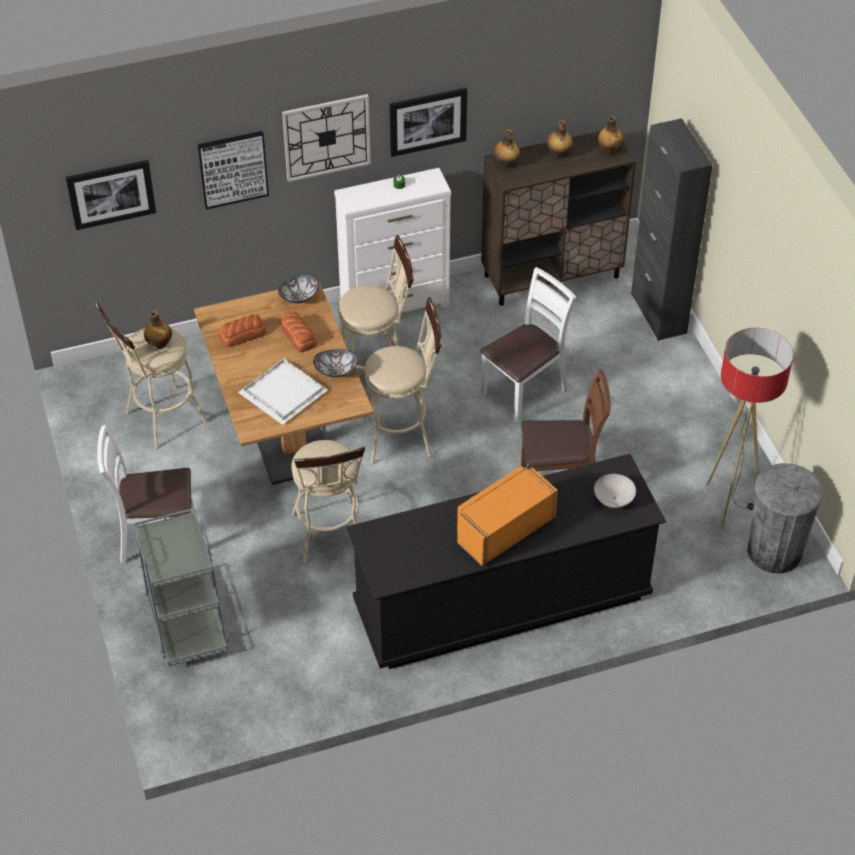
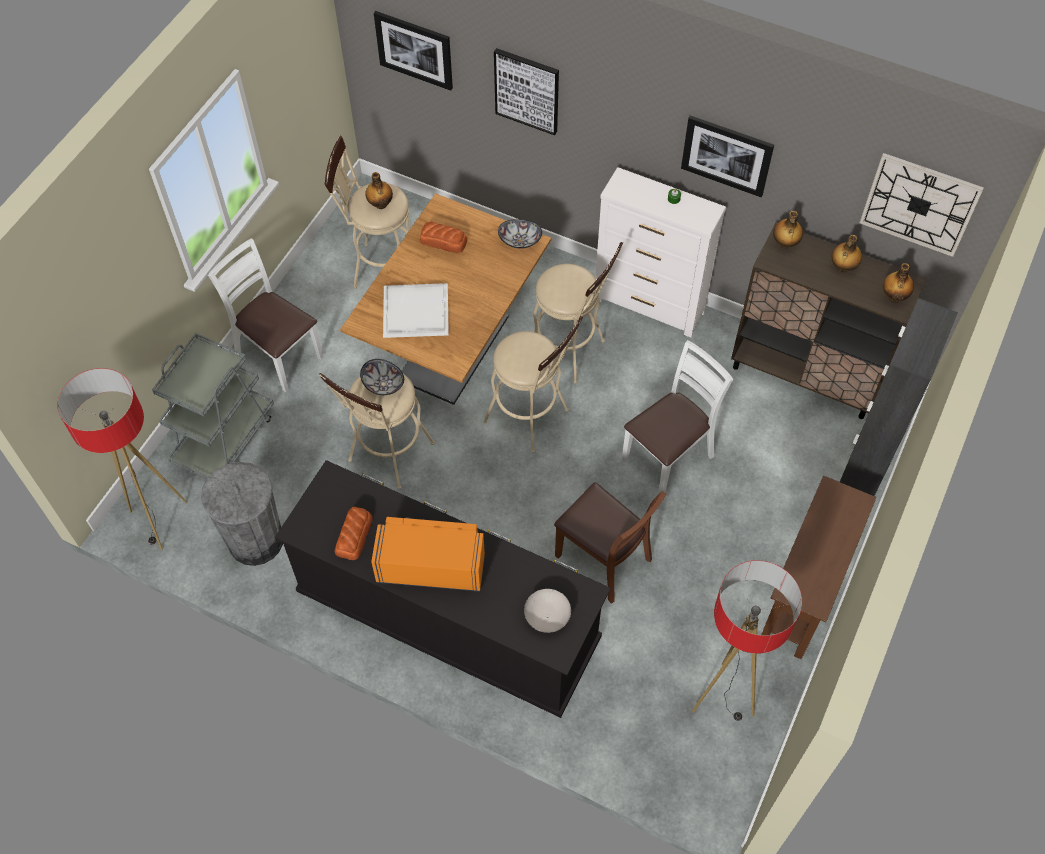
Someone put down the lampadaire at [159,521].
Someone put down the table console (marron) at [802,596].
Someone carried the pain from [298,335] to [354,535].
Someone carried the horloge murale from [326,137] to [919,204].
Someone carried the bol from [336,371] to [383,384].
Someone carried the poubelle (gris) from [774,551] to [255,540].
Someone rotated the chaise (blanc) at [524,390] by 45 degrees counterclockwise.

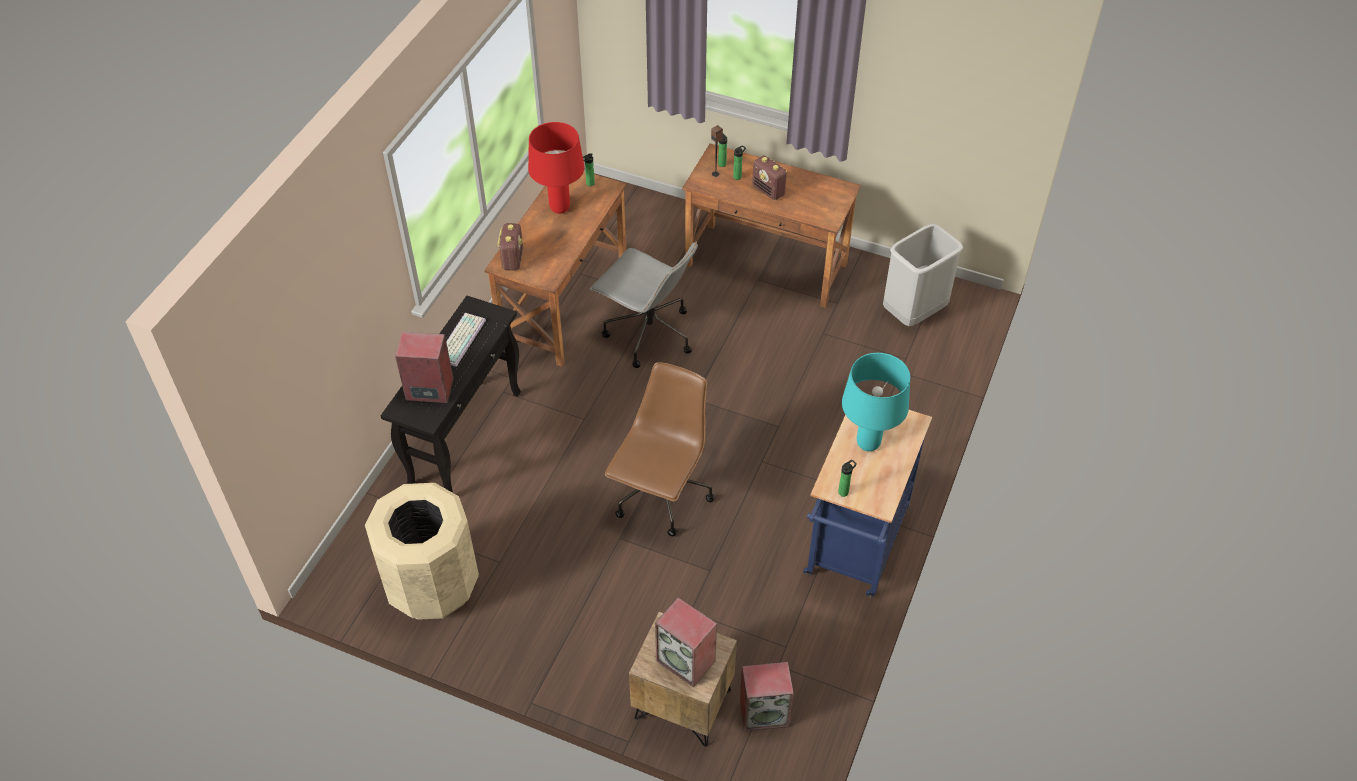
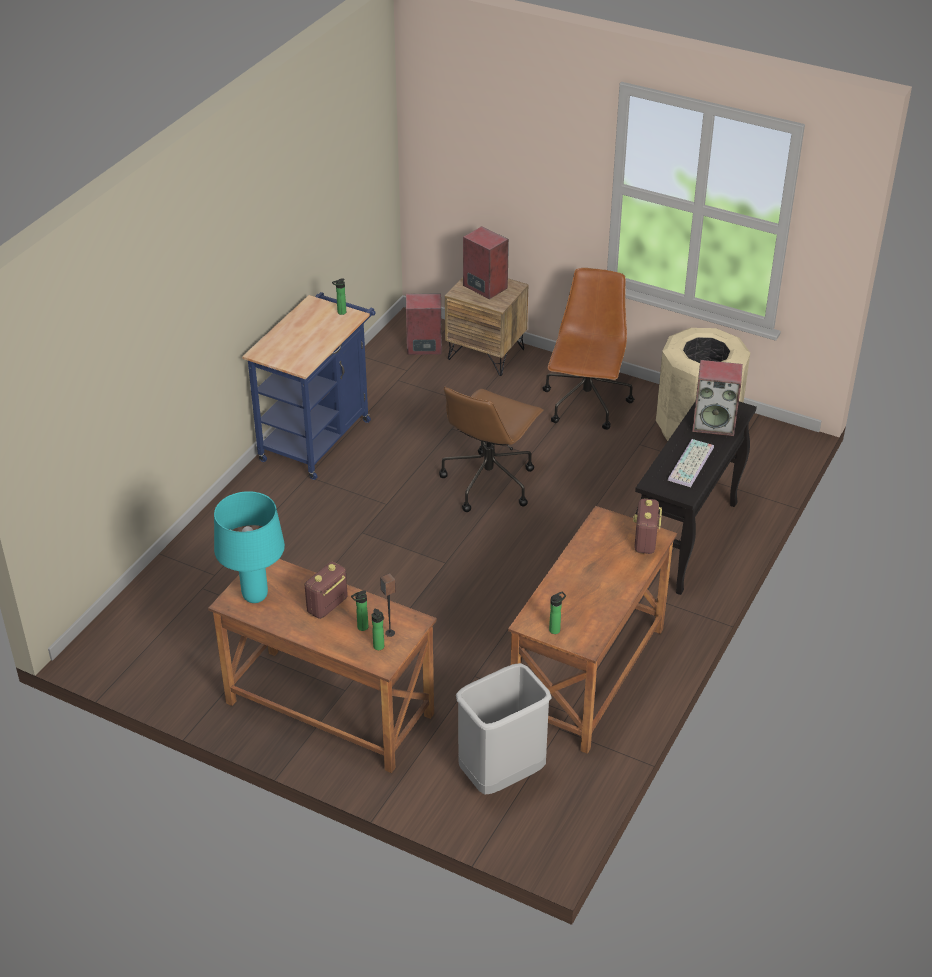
Someone took away the lampe de table (rouge) at [560,208].
Someone took away the chaise de bureau (gris) at [647,334].
Someone put down the chaise de bureau (marron) at [586,405].
Someone carried the lampe de table (turquoise) from [868,444] to [254,596].
Someone carried the poubelle (gris) from [914,313] to [501,774].
Someone rotated the radio at [768,190] by 105 degrees counterclockwise.

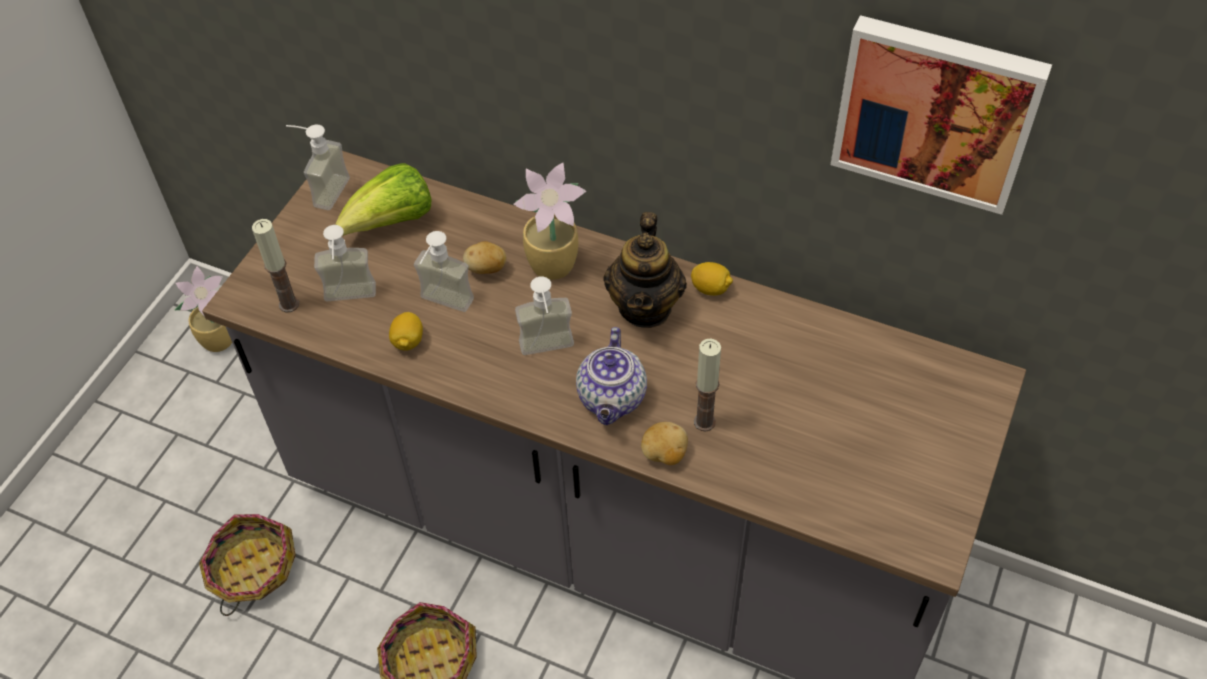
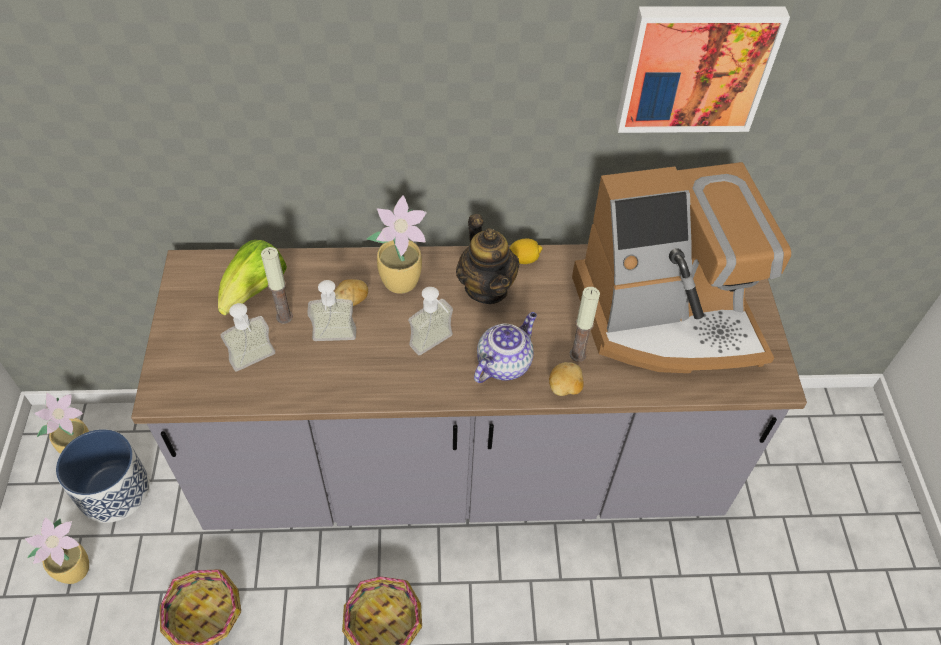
Someone took away the distributeur de savon at [322,190].
Someone took away the citron at [408,341].
Someone put down the plante en pot at [76,569].
Someone put down the cache-pot at [114,490].
Someone put down the machine à café at [667,317].
Someone carried the bougie from [289,304] to [284,317].
Someone rotated the théière at [612,399] by 120 degrees counterclockwise.

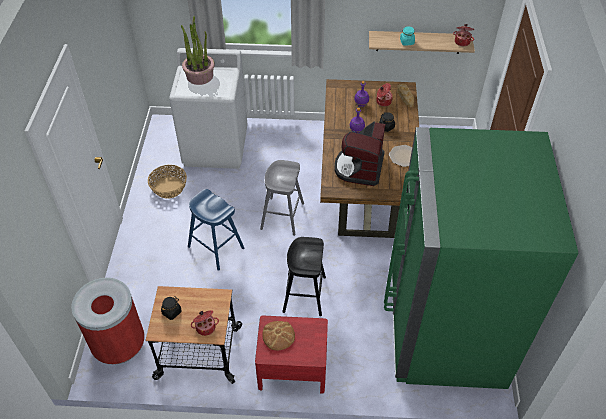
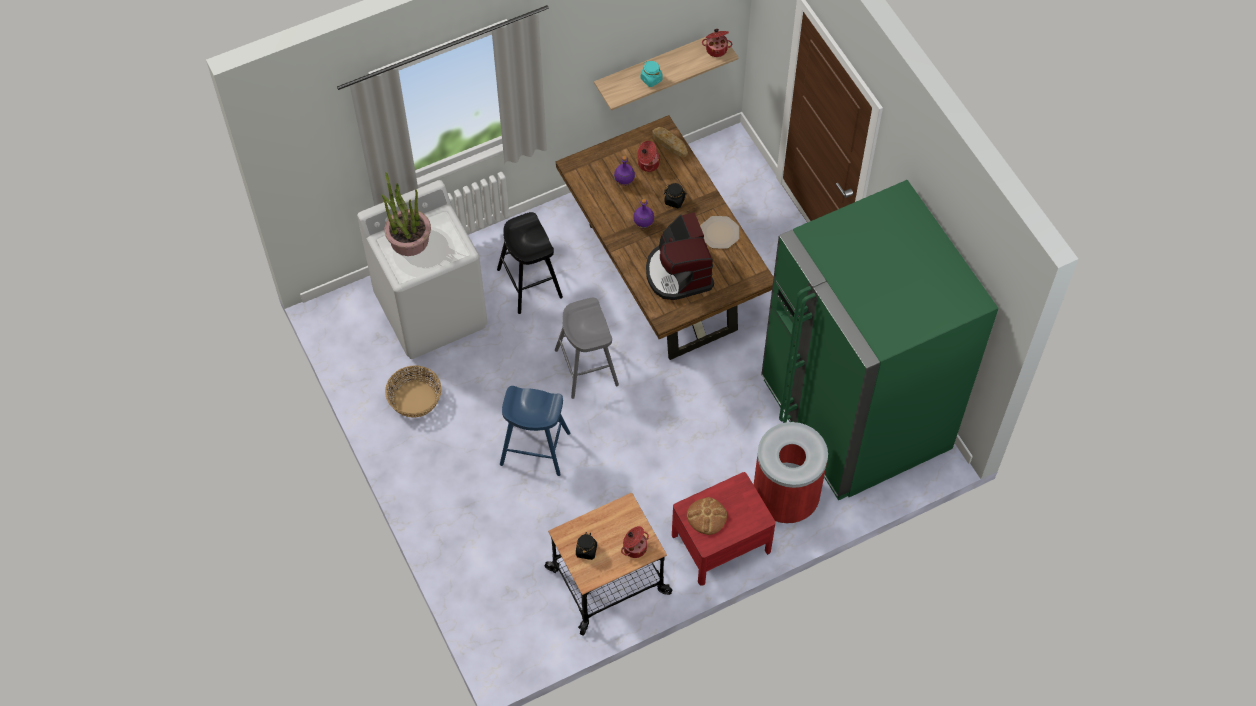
Someone carried the poubelle (rouge) from [119,345] to [785,498].
Someone carried the tabouret (noir) from [304,294] to [529,283].

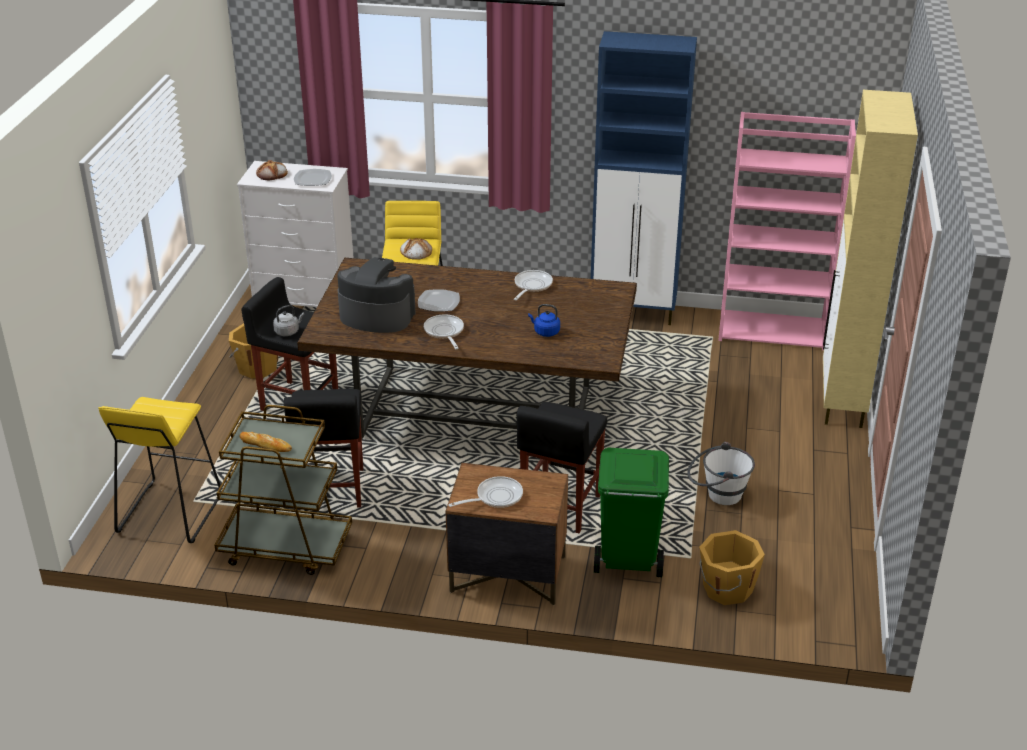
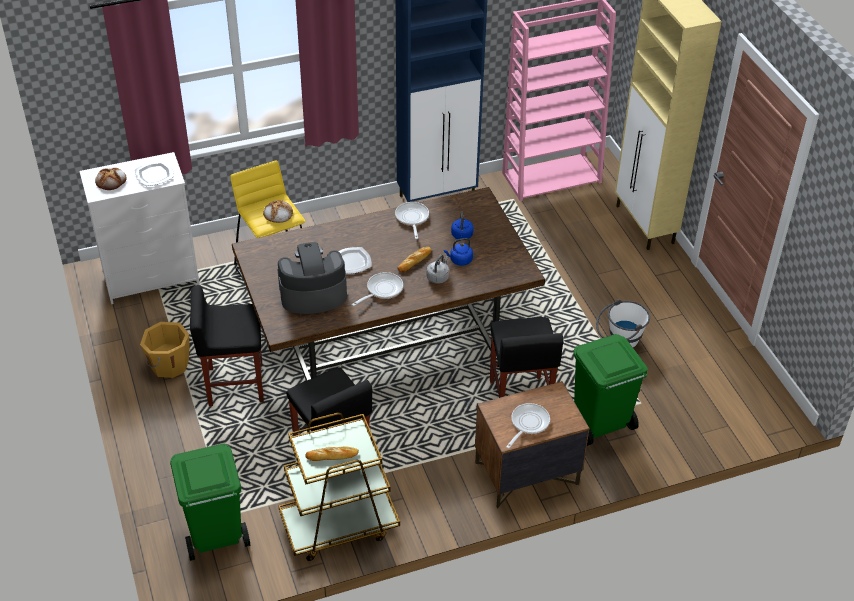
Someone took away the seau (orange) at [726,588].
Someone put down the pain at [414,261].
Someone put down the bouilloire (bleu) at [462,236].
Someone carried the bouilloire (gris) from [288,331] to [438,277].
Someone swapped the tabouret (jaune) at [169,513] for the poubelle (vert) at [215,537].
Someone rotated the poêle at [444,332] by 90 degrees clockwise.

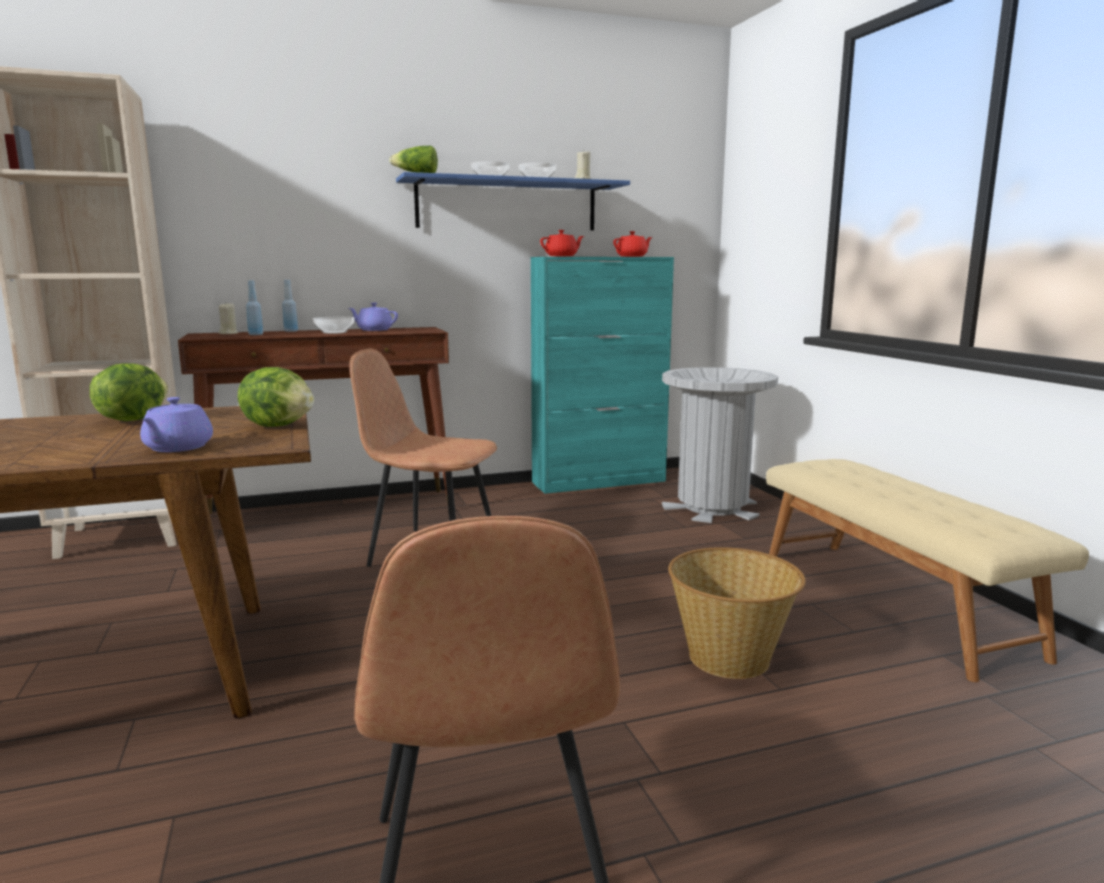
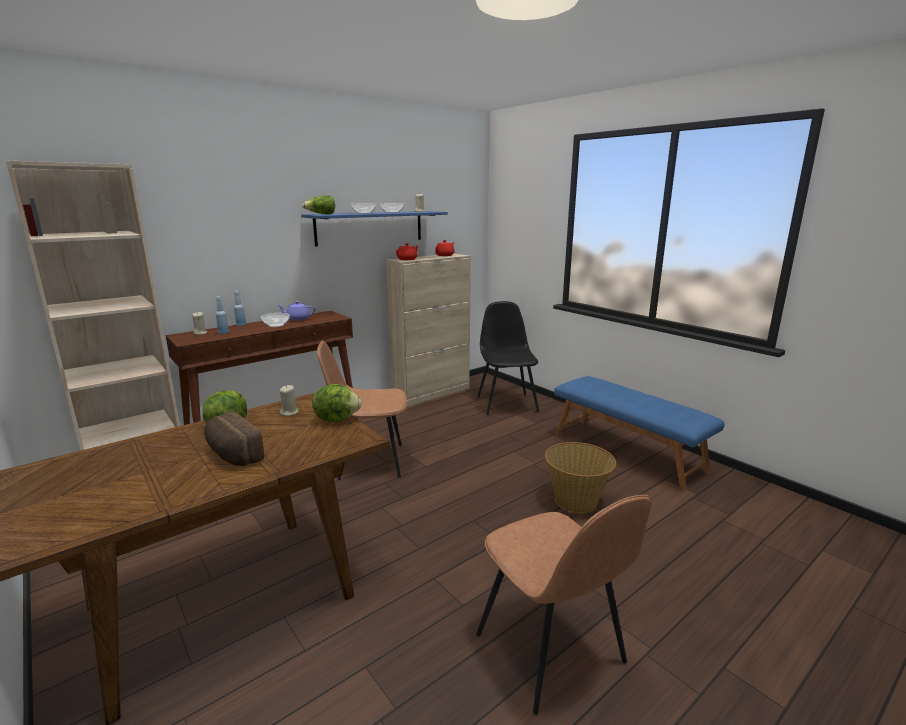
Someone took away the théière (violet) at [177,448].
Someone put down the pain at [232,455].
Someone put down the bougie (beige) at [289,412].
Someone swapped the poubelle (gris) at [712,507] for the chaise (noir) at [506,403].
Someone repainted the meuble de rangement (turquoise) at [599,481], which became the meuble de rangement (beige) at [432,393].
Someone repainted the banc (beige) at [892,601], which became the banc (bleu) at [627,451].

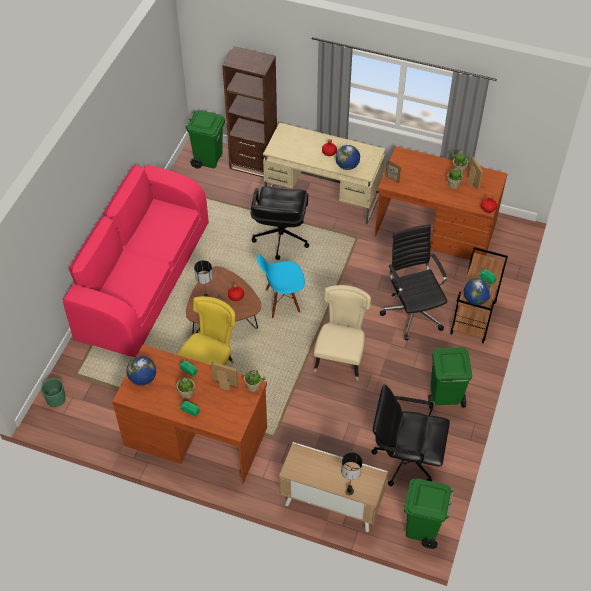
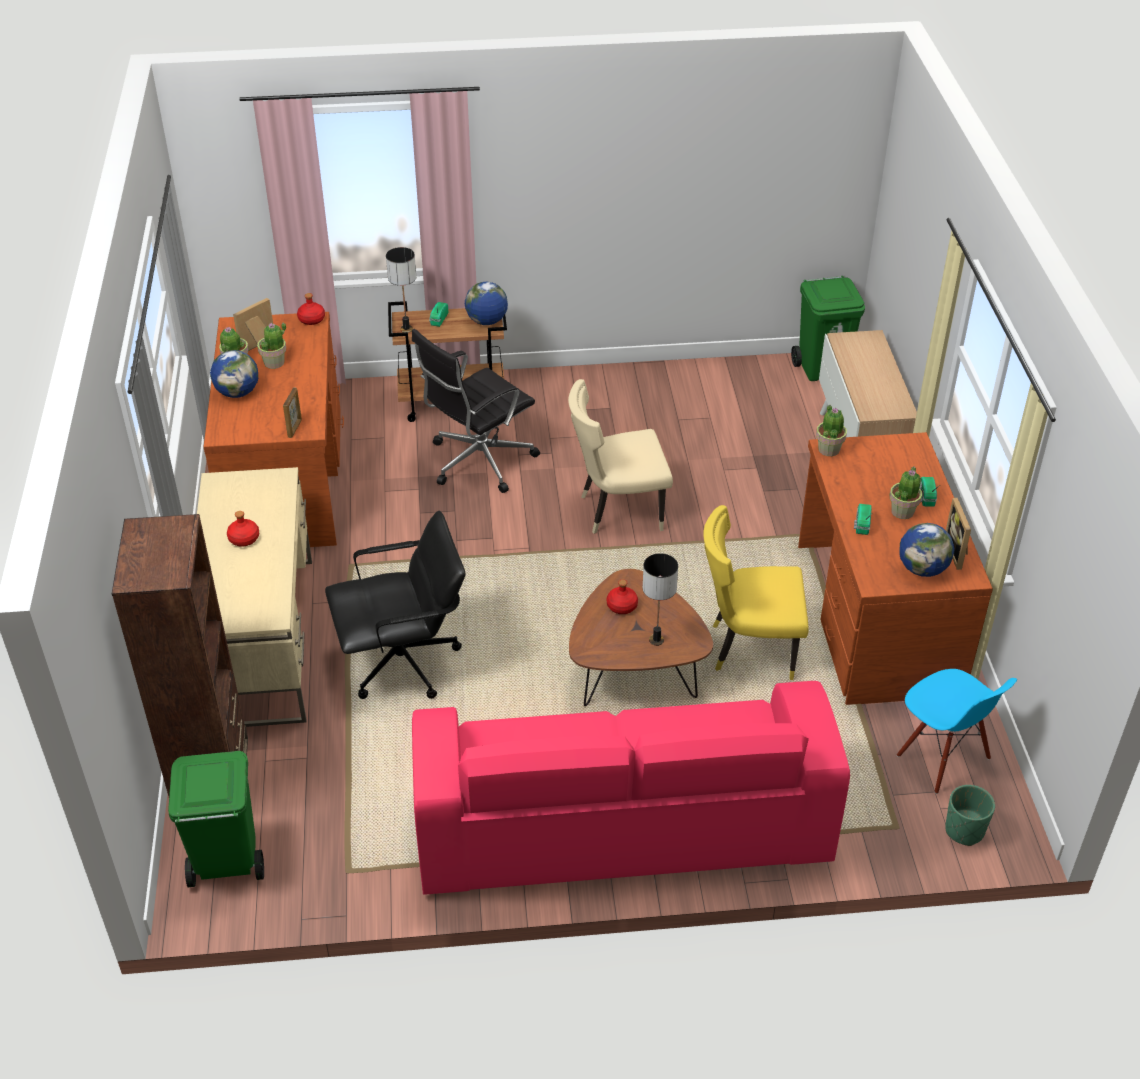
Someone took away the chaise de bureau (noir) at [405,458].
Someone took away the poubelle (vert) at [444,397].
Someone carried the cadre photo from [224,385] to [958,552].
Someone carried the chaise (bleu) from [282,301] to [942,758].
Someone carried the globe from [347,166] to [237,392].
Someone carried the lampe de table from [349,491] to [406,329].

